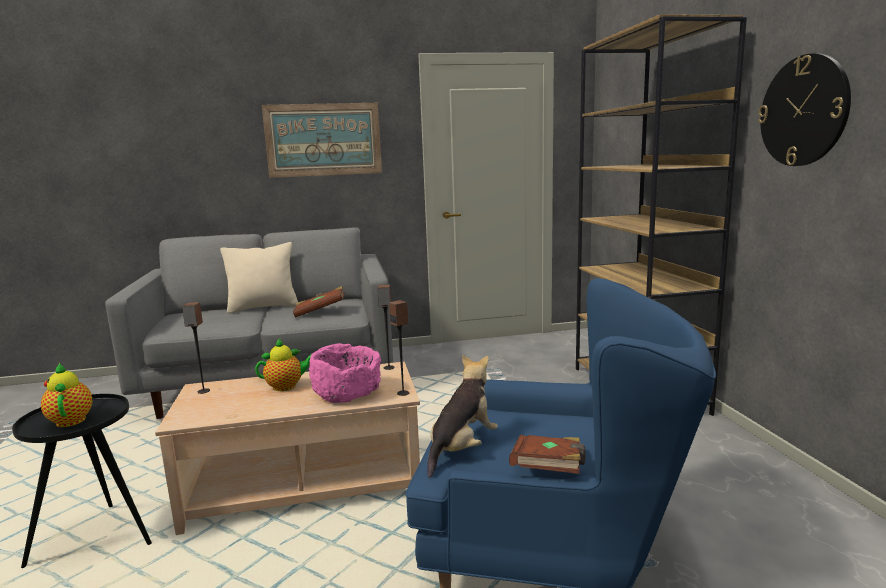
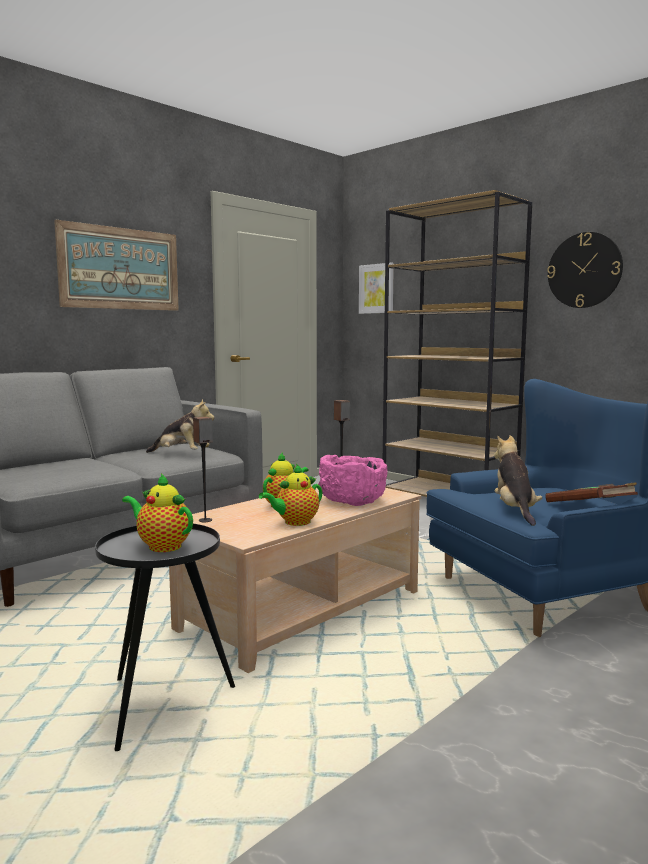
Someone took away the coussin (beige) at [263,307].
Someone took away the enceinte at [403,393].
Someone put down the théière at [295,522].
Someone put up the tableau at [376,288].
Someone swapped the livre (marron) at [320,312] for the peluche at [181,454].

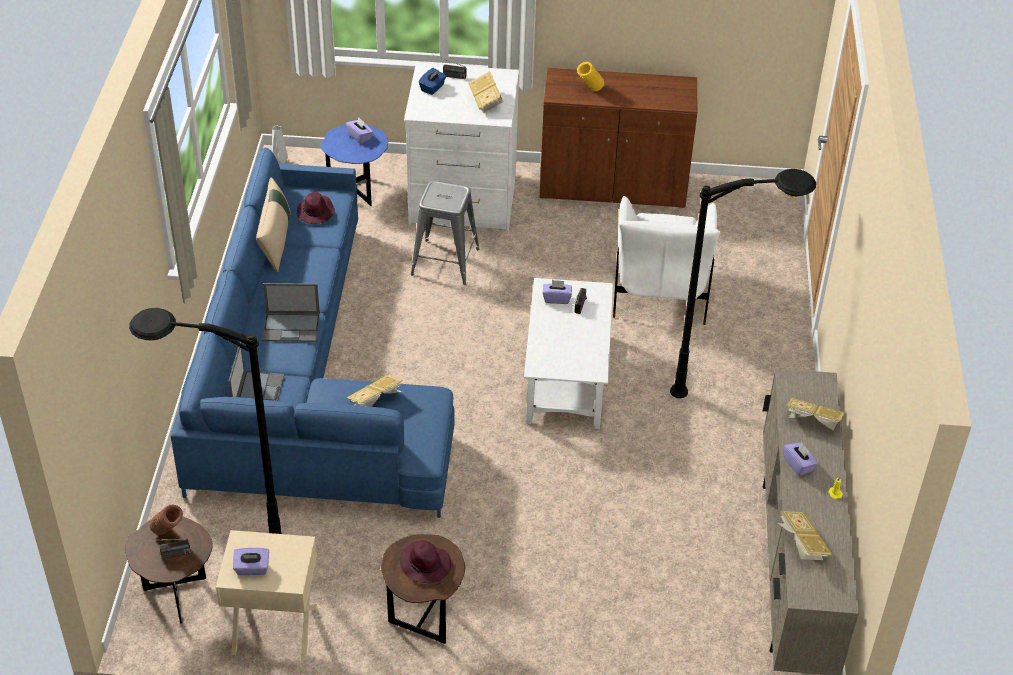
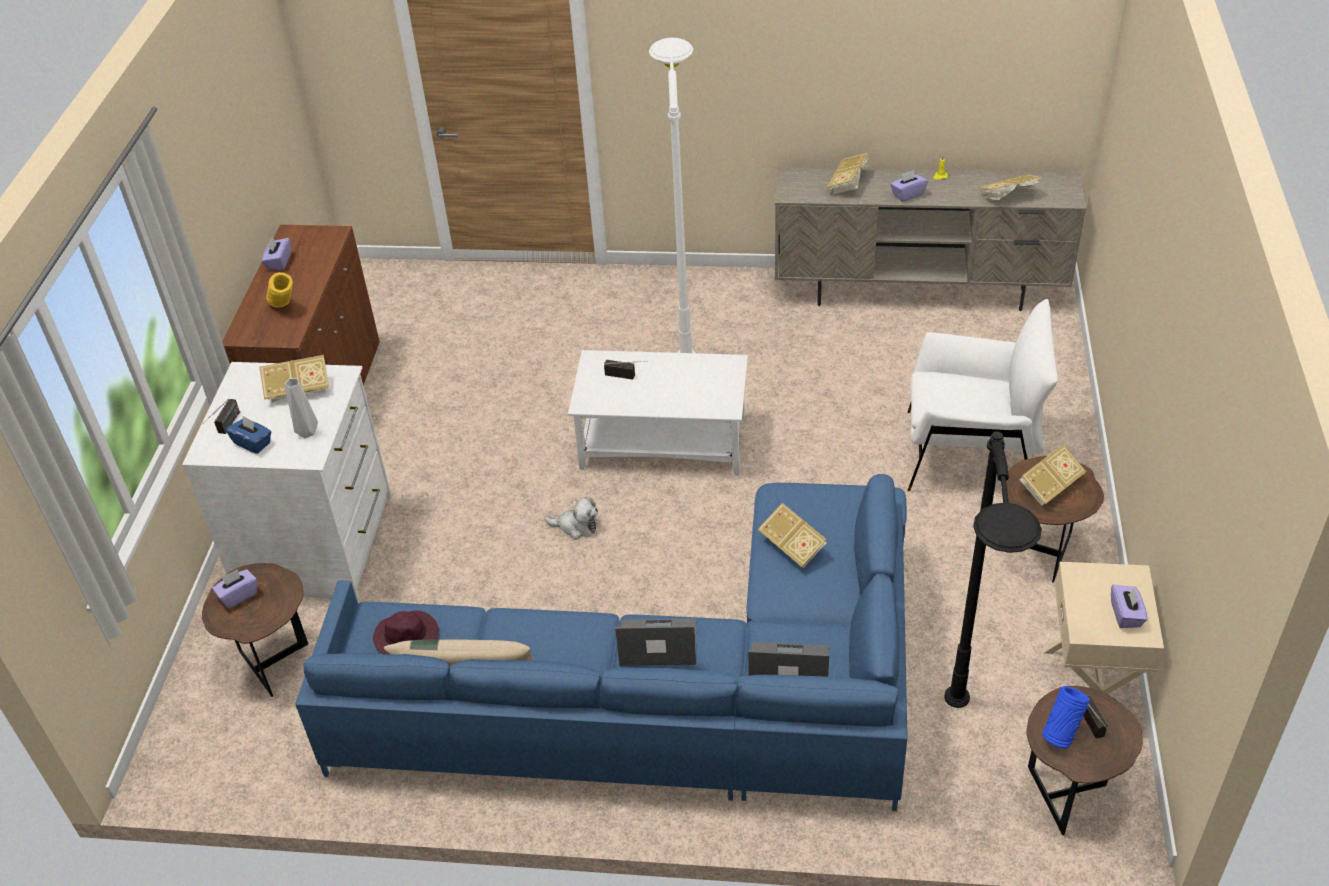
Someone took away the tabouret (gris) at [445,262].
Someone put down the peluche at [576,526].
Someone carried the vase (gris) from [279,162] to [307,433].
Someone carried the boîte à mouchoirs (violet) from [556,299] to [279,262].
Someone carried the fauteuil (blanc) from [660,290] to [971,453].
Someone swapped the chapeau (violet) at [426,565] for the livre at [1049,486].
Someone repainted the vase (marron) at [169,534], which became the vase (bleu) at [1061,734].
Someone repainted the table d'appoint (bleu) at [357,193], which became the table d'appoint (marron) at [275,661].
Someone repainted the lampadaire (noir) at [735,391], which became the lampadaire (blanc) at [684,318].
Someone rotated the ordinateur portable at [292,327] by 90 degrees counterclockwise.

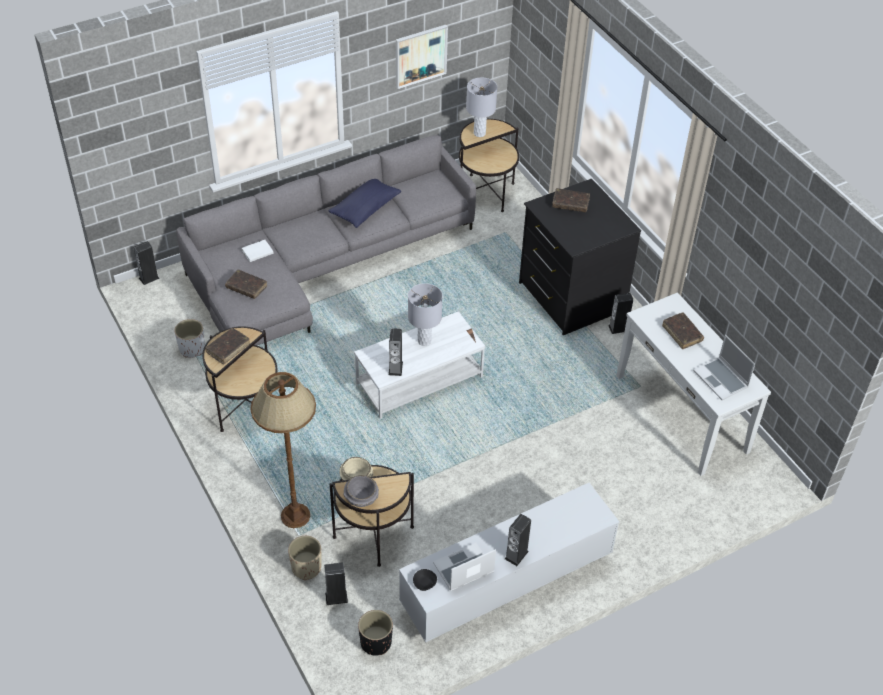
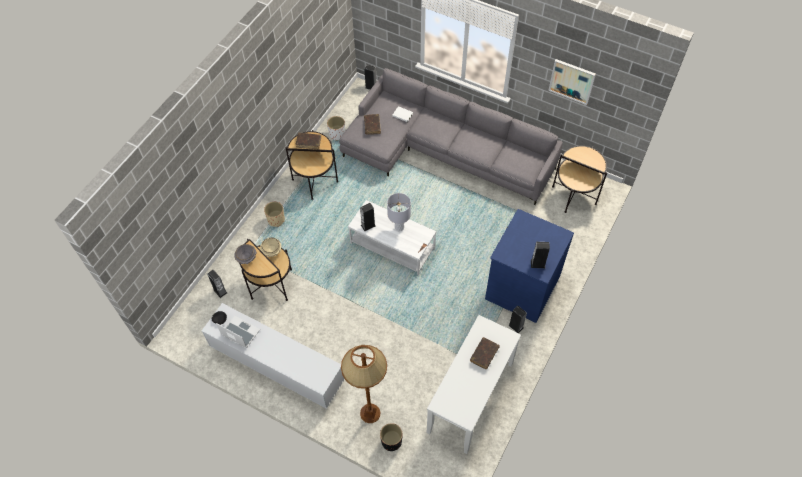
Someone took away the coussin (bleu) at [365,209].
Someone took away the lampe de table (gris) at [479,133].
Someone took away the livre (marron) at [570,204].
Someone took away the ordinateur portable at [721,380].
Someone carried the lampadaire (marron) from [295,516] to [370,413].
Someone carried the cache-pot (beige) from [306,567] to [276,220].
Someone carried the cache-pot (noir) from [375,642] to [391,441].
Someone carried the enceinte from [516,555] to [538,264].
Someone repainted the commode (noir) at [570,296], which became the commode (bleu) at [521,286].

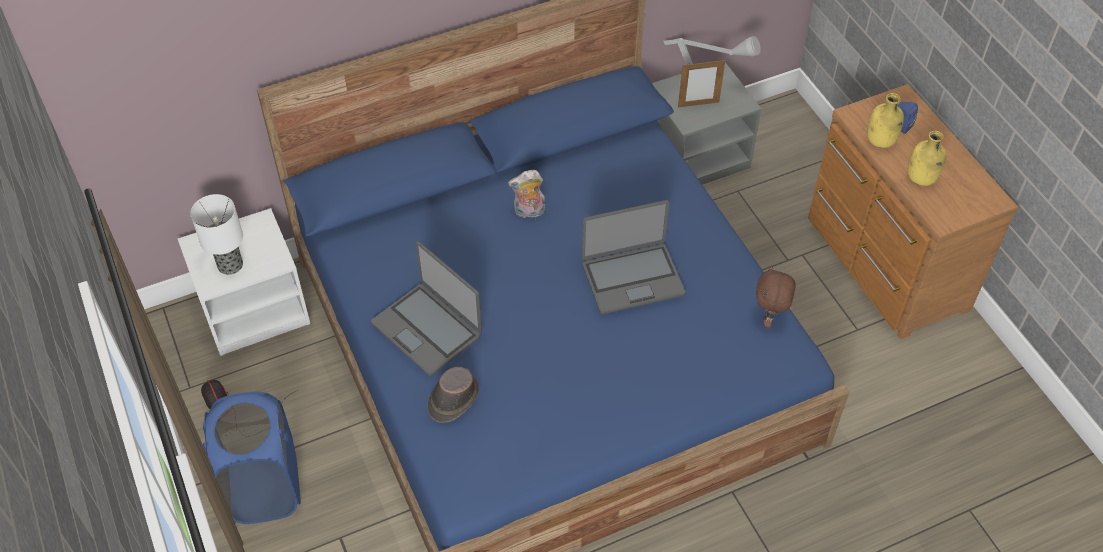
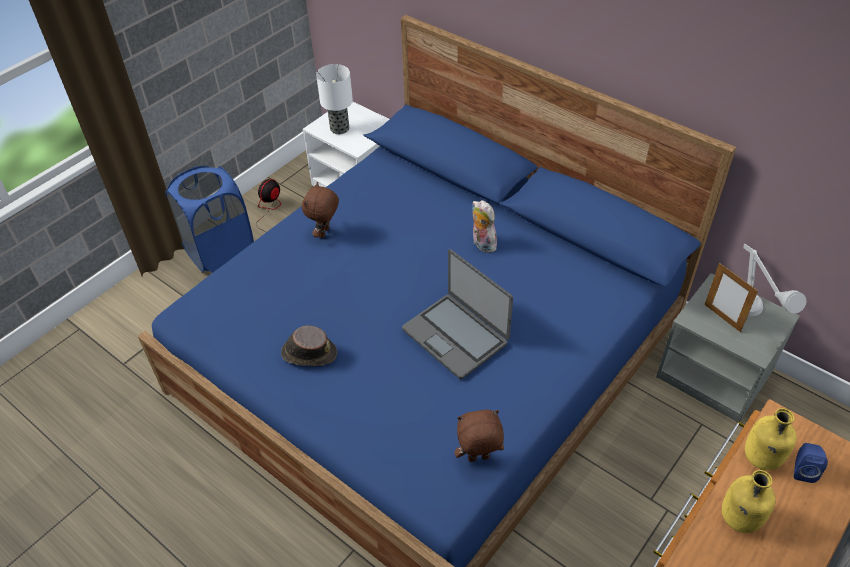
Someone carried the chapeau (marron) from [453,399] to [308,353].
Someone swapped the ordinateur portable at [427,329] for the peluche (marron) at [325,233].

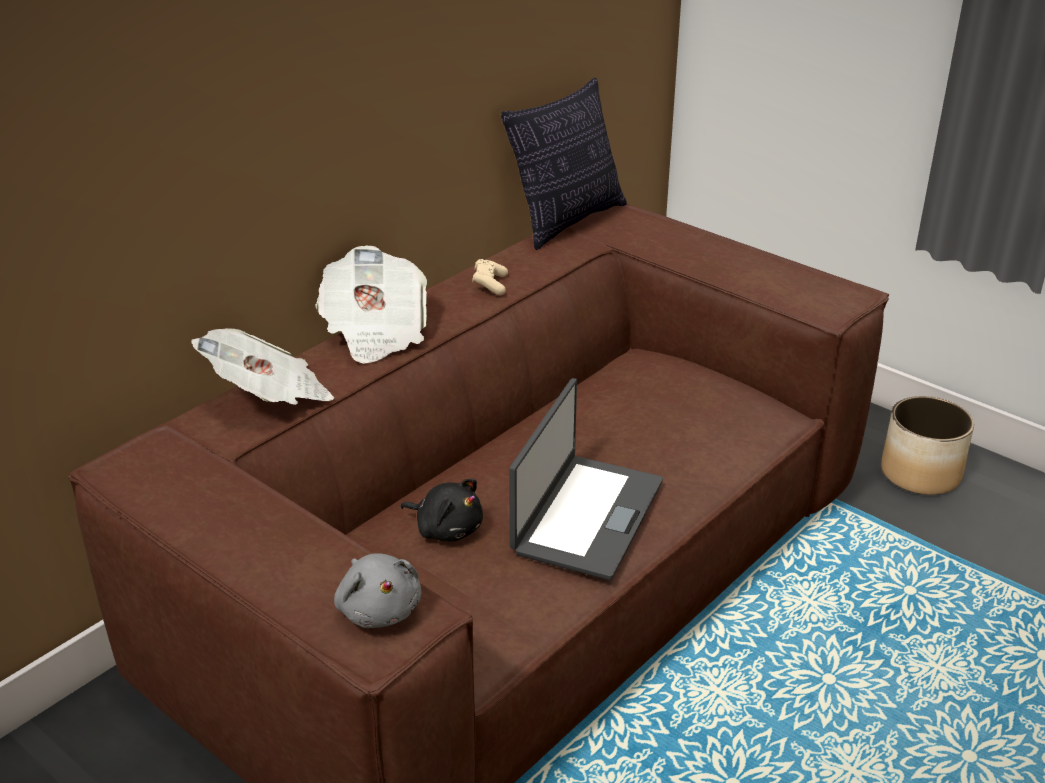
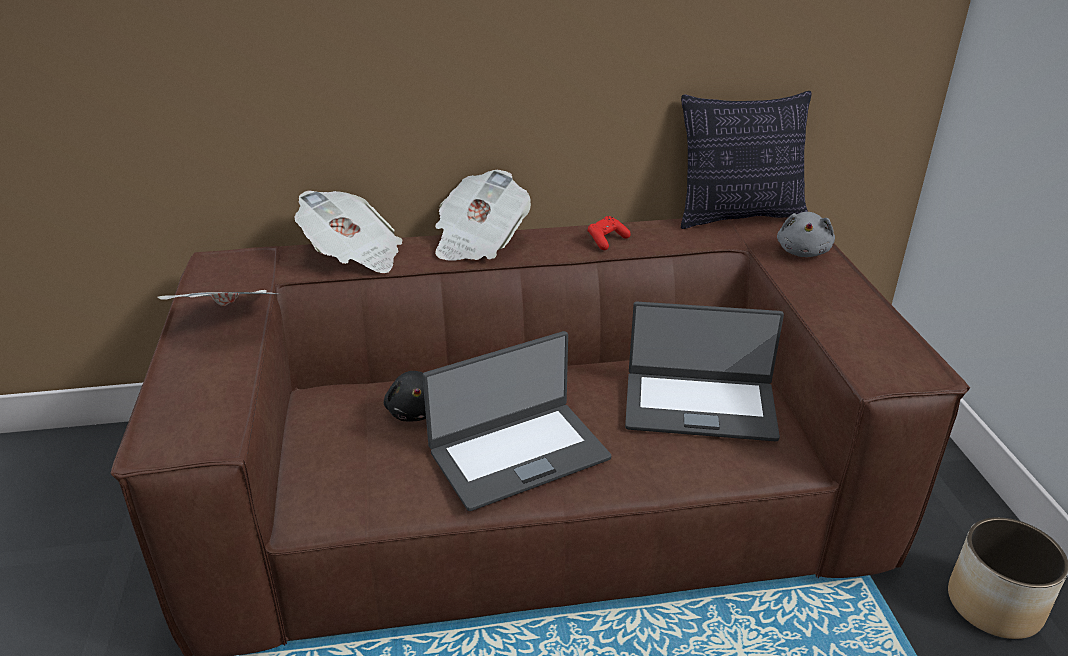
Someone put down the journal at [231,321].
Someone put down the ordinateur portable at [699,405].
Someone carried the peluche (gris) from [379,609] to [803,251].
Someone repainted the manette (beige) at [490,285], which became the manette (rouge) at [606,240].

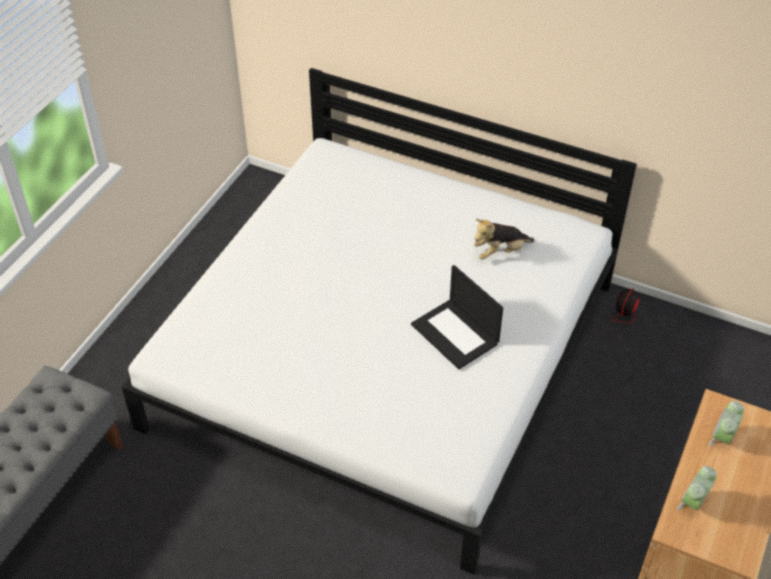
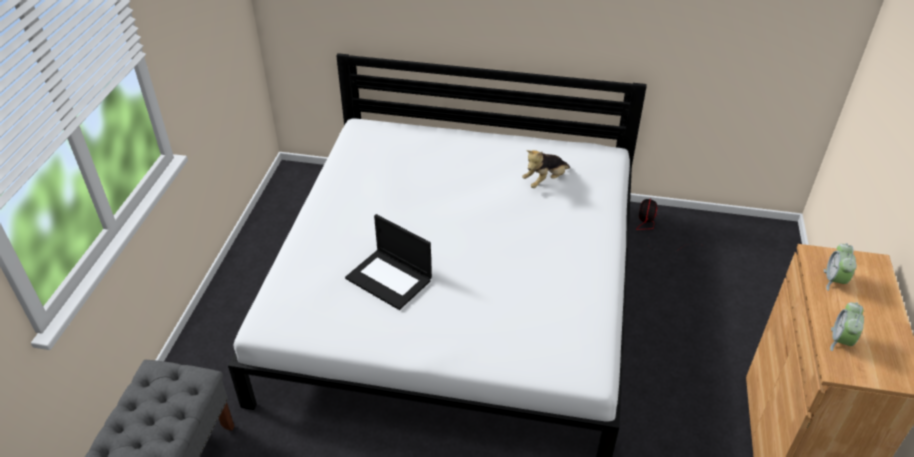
Someone carried the ordinateur portable from [456,334] to [390,279].

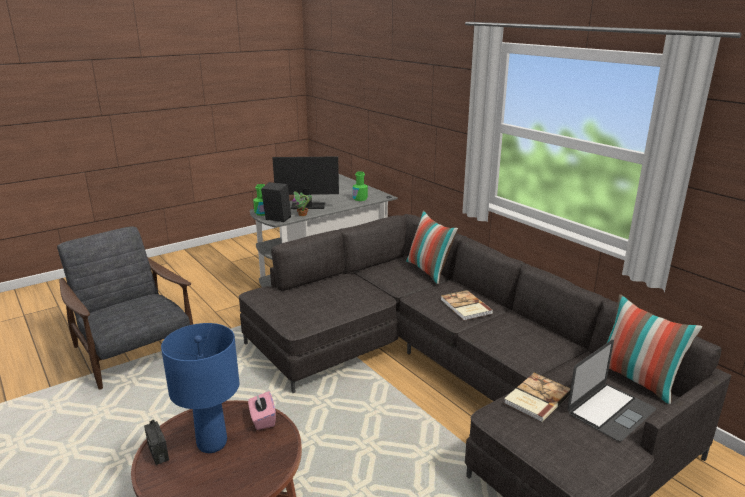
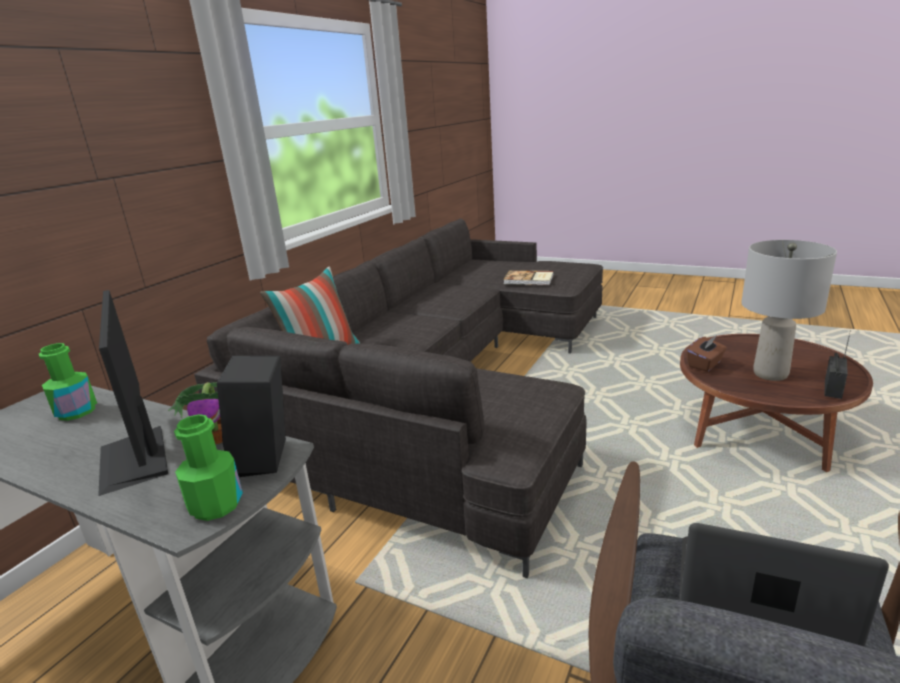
Someone took away the livre at [465,307].
Someone took away the coussin at [637,379].
Someone carried the ordinateur portable from [610,411] to [760,593].
Someone repainted the lampe de table (bleu) at [212,443], which became the lampe de table (gris) at [769,374].
Someone repainted the boîte à mouchoirs (rose) at [262,419], which became the boîte à mouchoirs (marron) at [705,364].

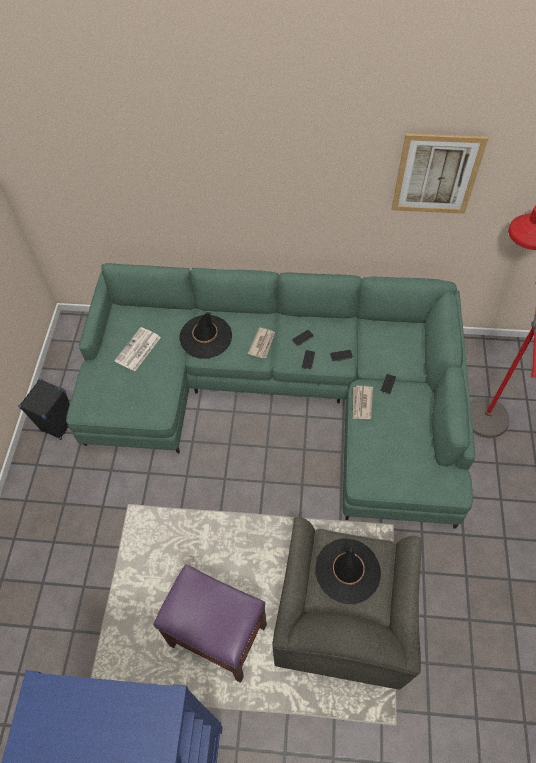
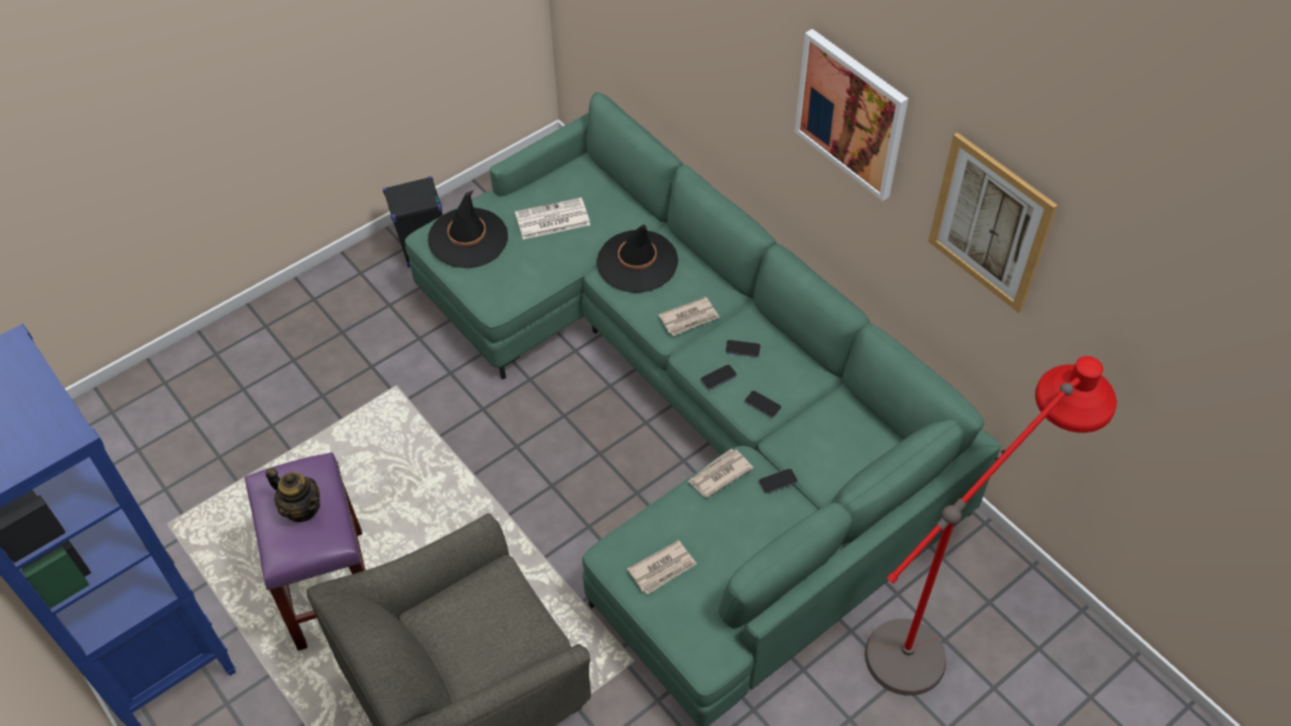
Someone put down the théière at [302,509].
Someone put down the journal at [663,569].
Someone put up the tableau at [851,114].
Someone carried the chapeau (noir) from [347,570] to [468,238].

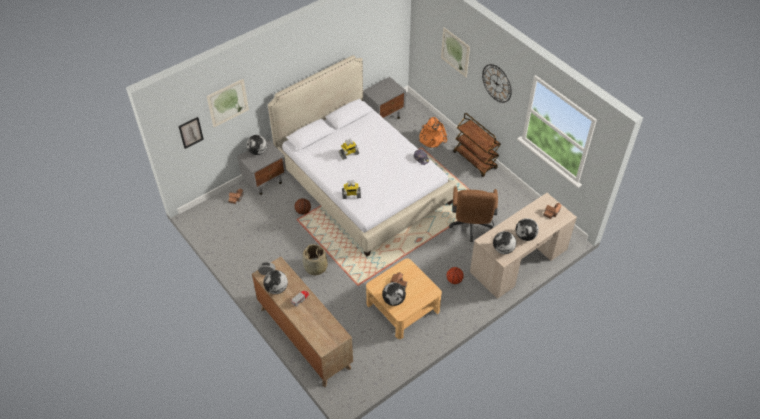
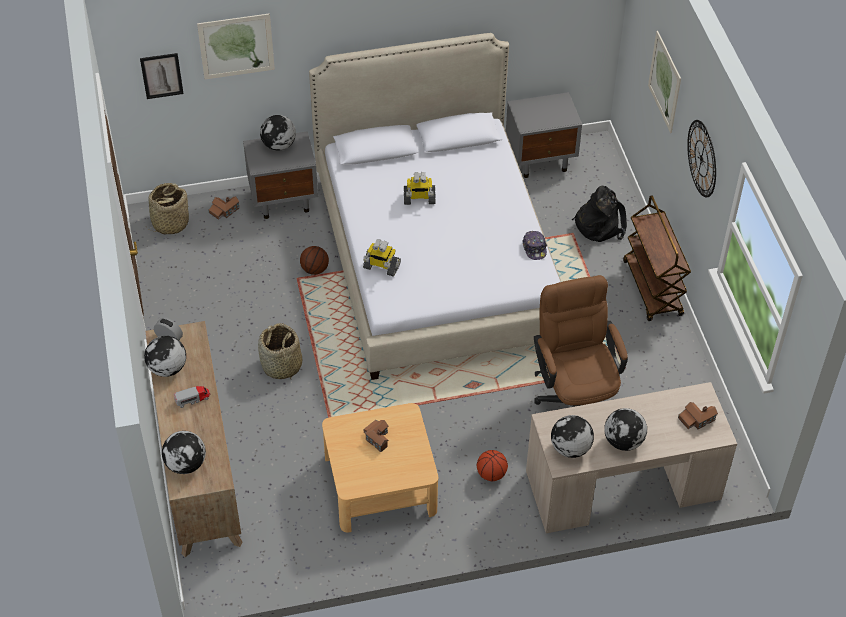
Someone put down the panier at [170,223].
Someone carried the globe from [394,300] to [186,464].
Someone repainted the sac à dos (orange) at [431,138], which became the sac à dos (noir) at [599,224].
Someone rotated the chaise de bureau (marron) at [471,227] by 135 degrees clockwise.

